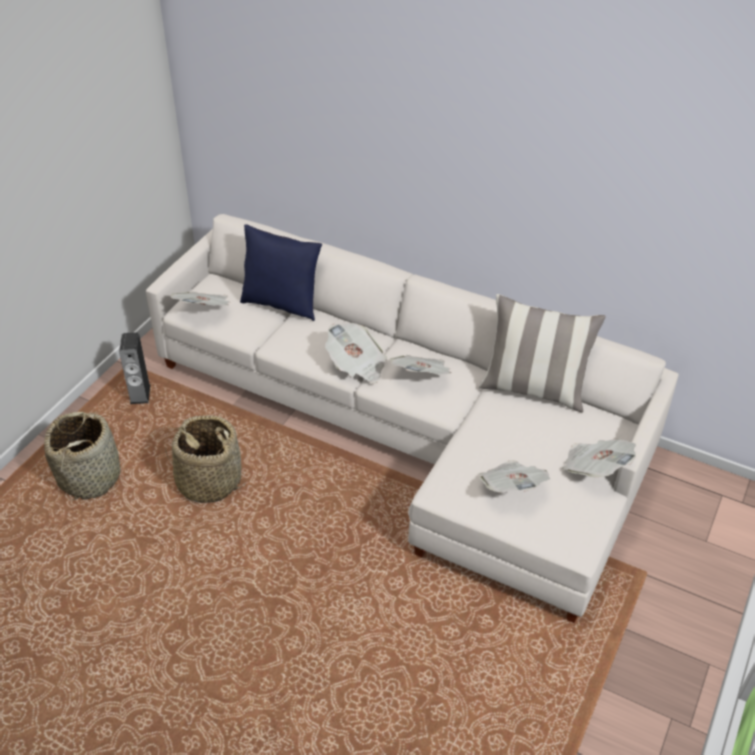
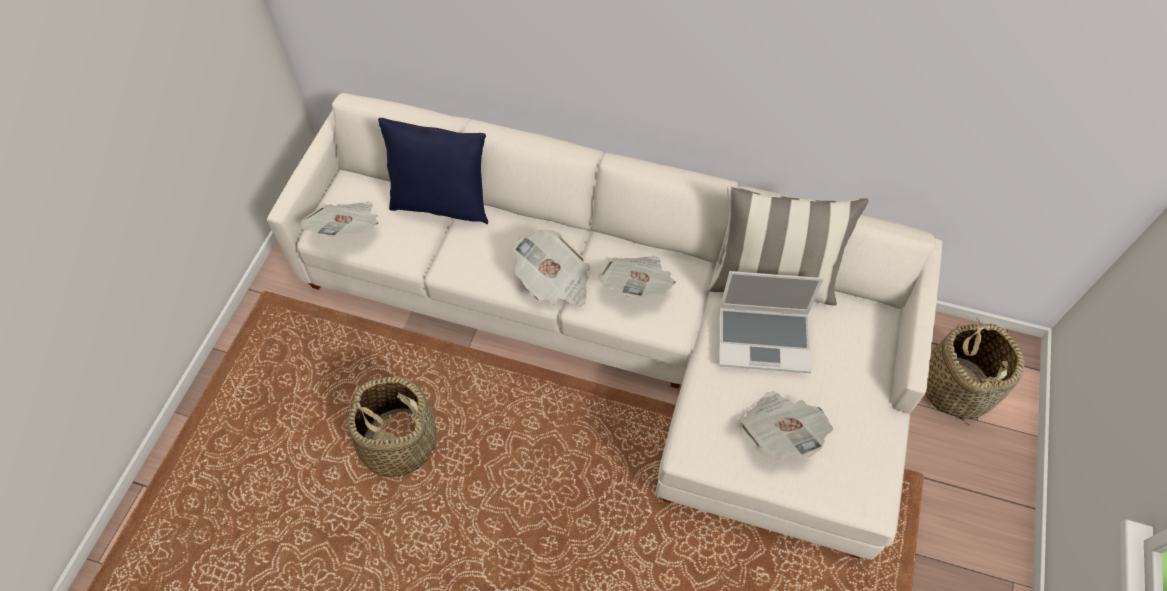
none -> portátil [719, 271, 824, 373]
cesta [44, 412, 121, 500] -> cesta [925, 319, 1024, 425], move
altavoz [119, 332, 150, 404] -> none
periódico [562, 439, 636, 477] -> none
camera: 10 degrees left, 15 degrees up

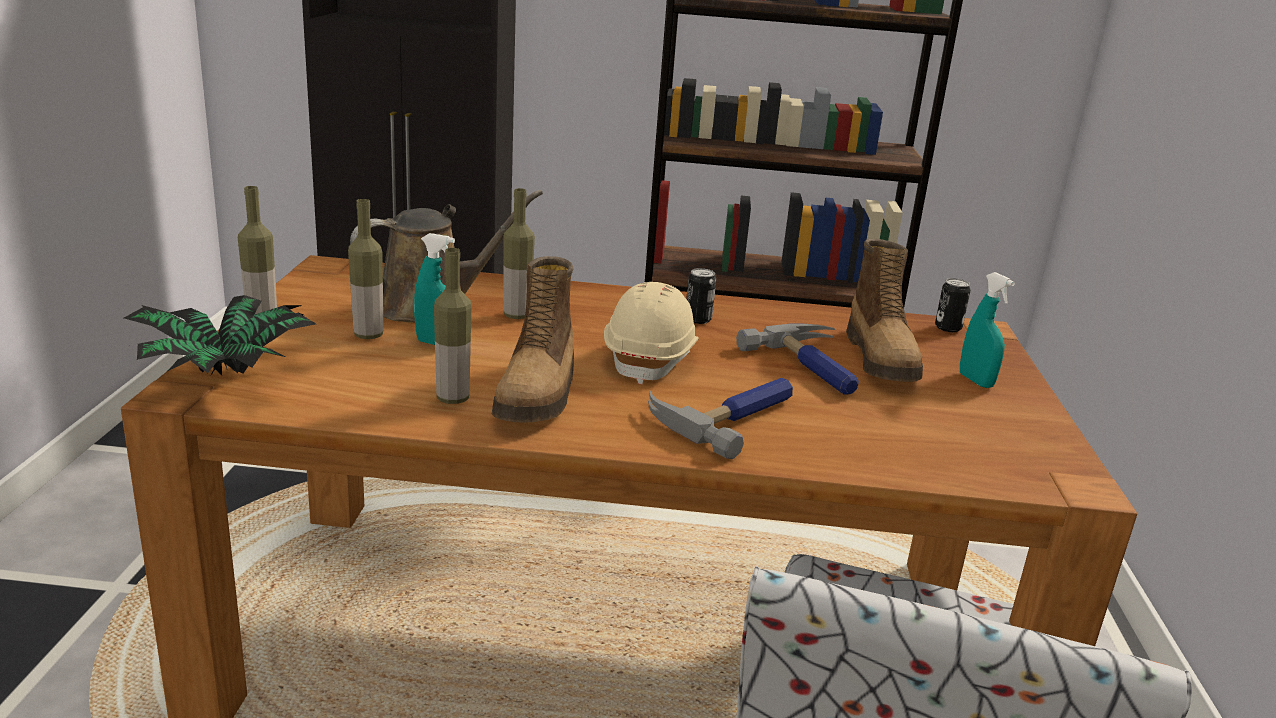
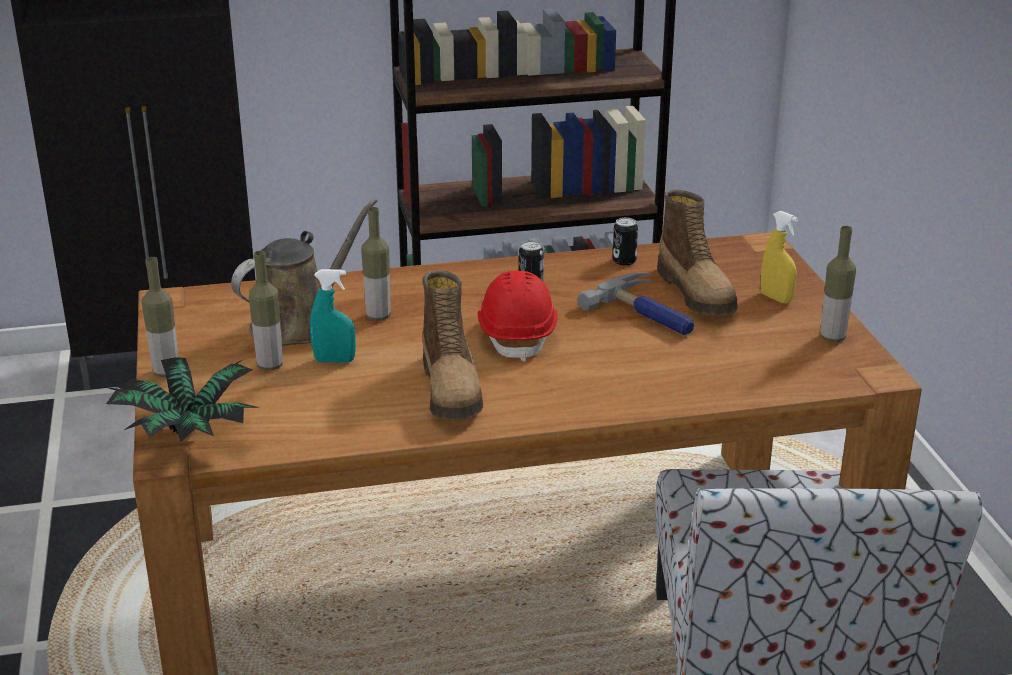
casco [beis] [604, 282, 699, 384] -> casco [rojo] [478, 271, 558, 362]
lata [935, 278, 971, 332] -> lata [613, 217, 638, 266], move
pulverizador [turquesa] [960, 272, 1015, 388] -> pulverizador [amarillo] [761, 210, 798, 304]
botella [434, 248, 471, 404] -> botella [820, 226, 856, 342], move
martillo [648, 378, 793, 459] -> none
camera: 15 degrees left, 5 degrees up

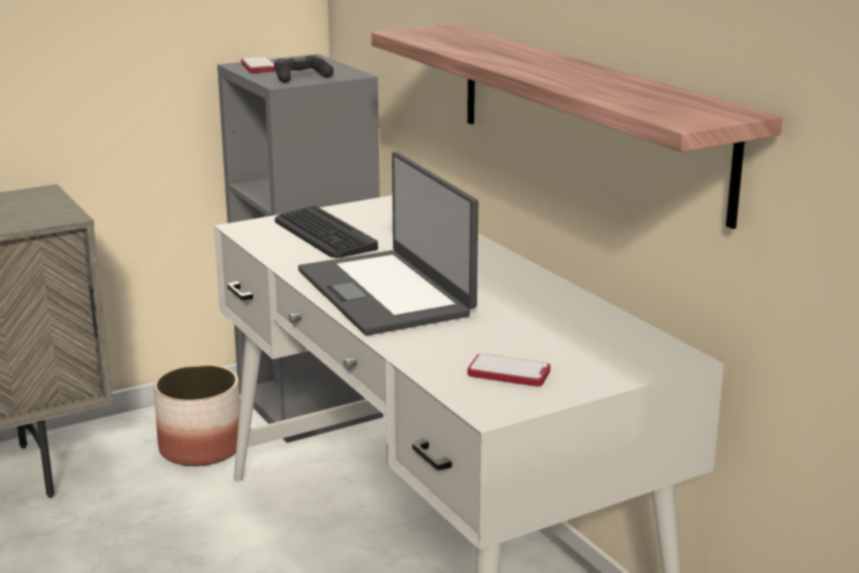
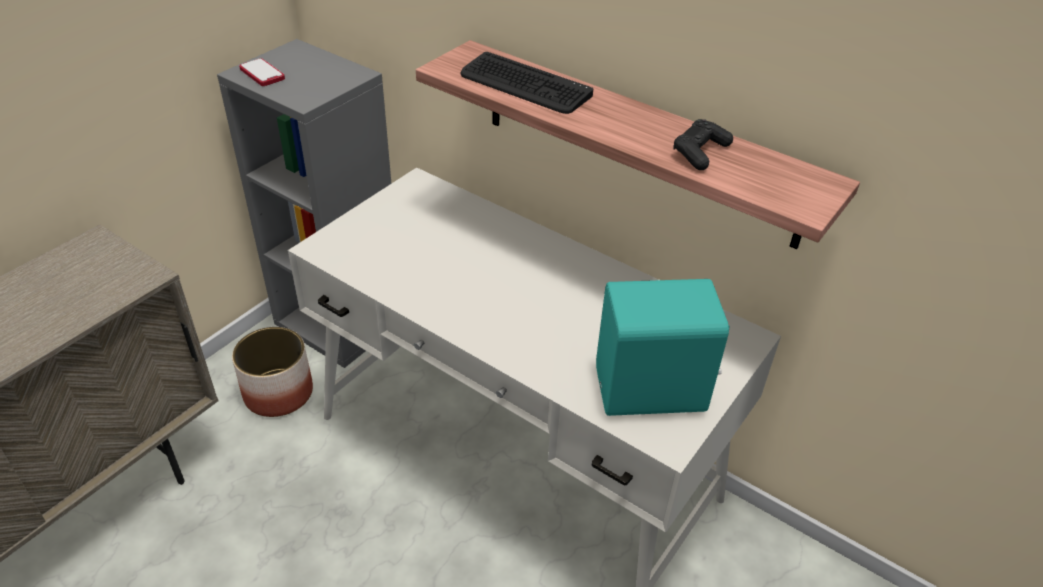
teclado [275, 206, 378, 258] -> teclado [460, 52, 593, 114], move
móvil [468, 354, 550, 387] -> altavoz [turquesa] [596, 279, 730, 416]
mando de consola [negro] [274, 55, 334, 83] -> mando de consola [negro] [674, 119, 733, 170], move
portátil [298, 152, 478, 335] -> none
camera: 25 degrees left, 20 degrees up

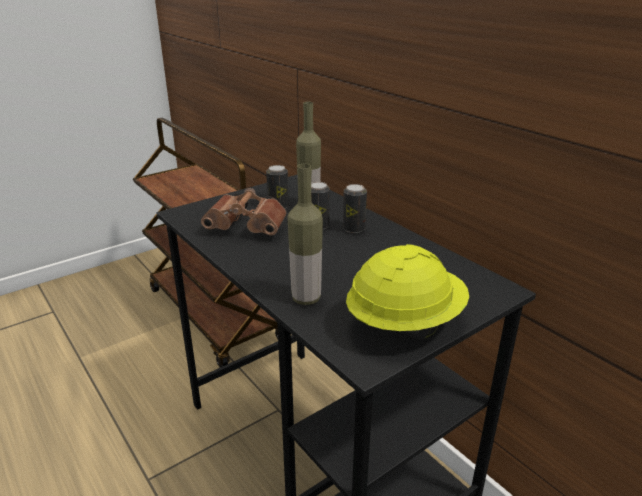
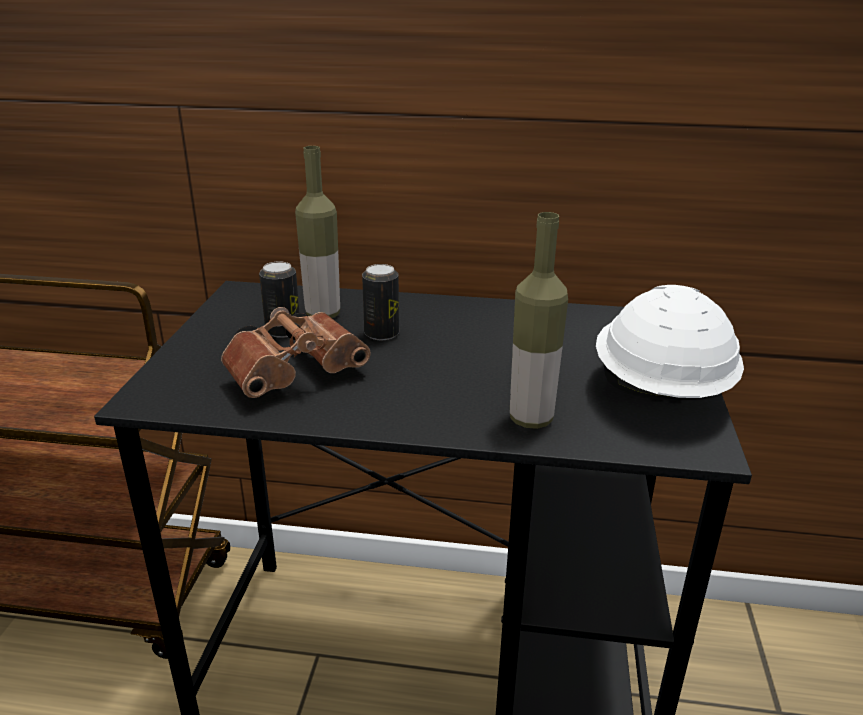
casco [amarillo] [346, 244, 469, 340] -> casco [blanco] [596, 285, 744, 401]
lata [343, 184, 367, 233] -> none
camera: 45 degrees left, 0 degrees up

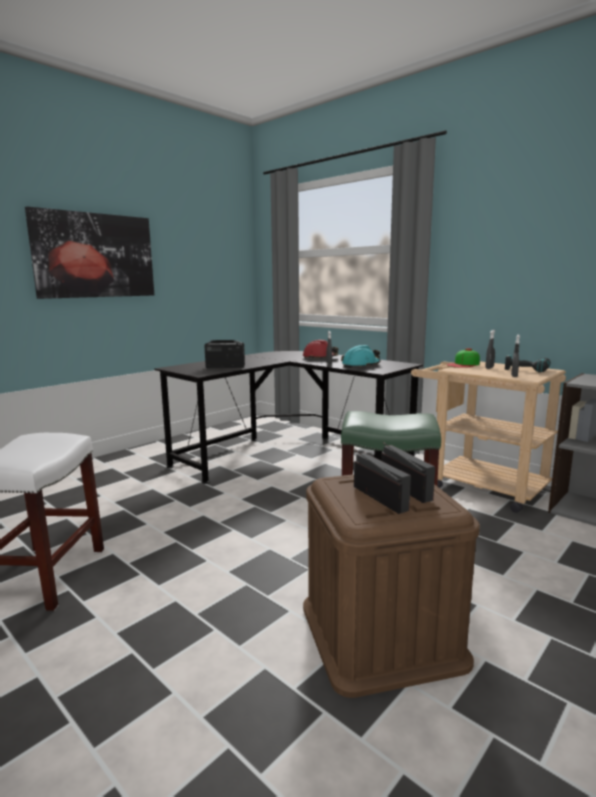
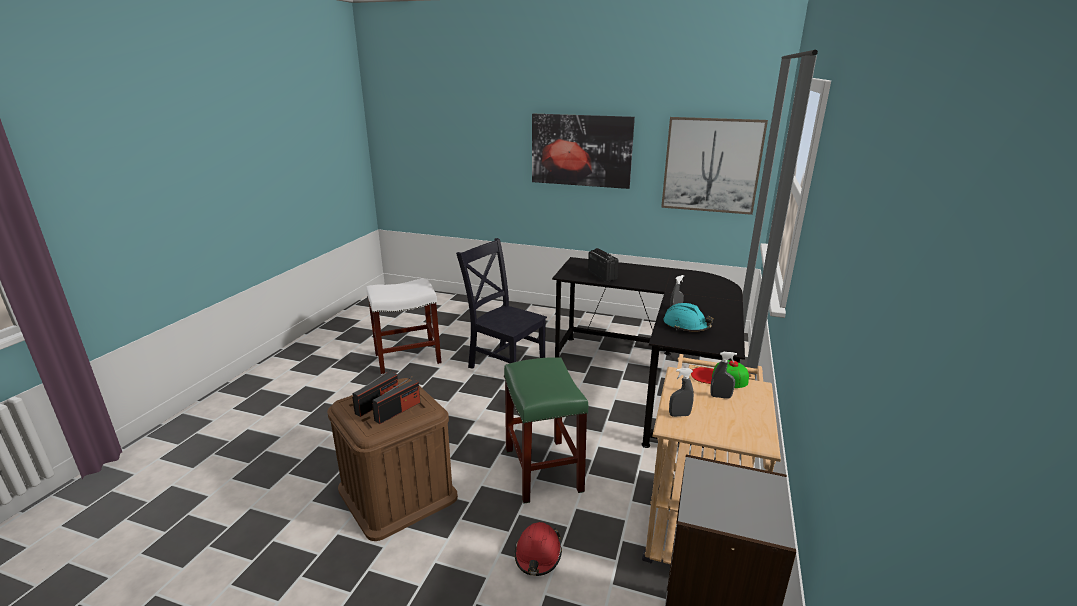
none -> silla [negro] [456, 238, 547, 369]
casco [rojo] [303, 340, 339, 359] -> casco [rojo] [515, 522, 562, 576], move
none -> cuadro [661, 117, 768, 215]
taladro [505, 355, 551, 373] -> none
camera: 65 degrees right, 10 degrees up

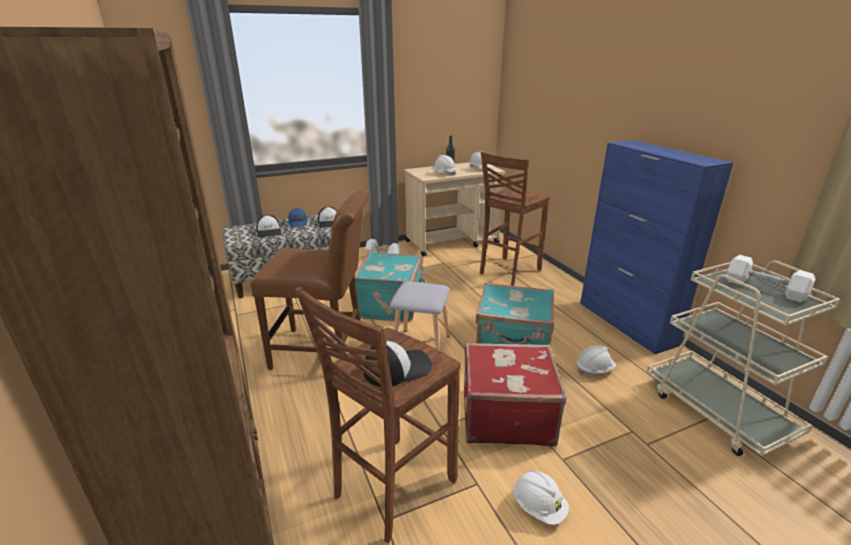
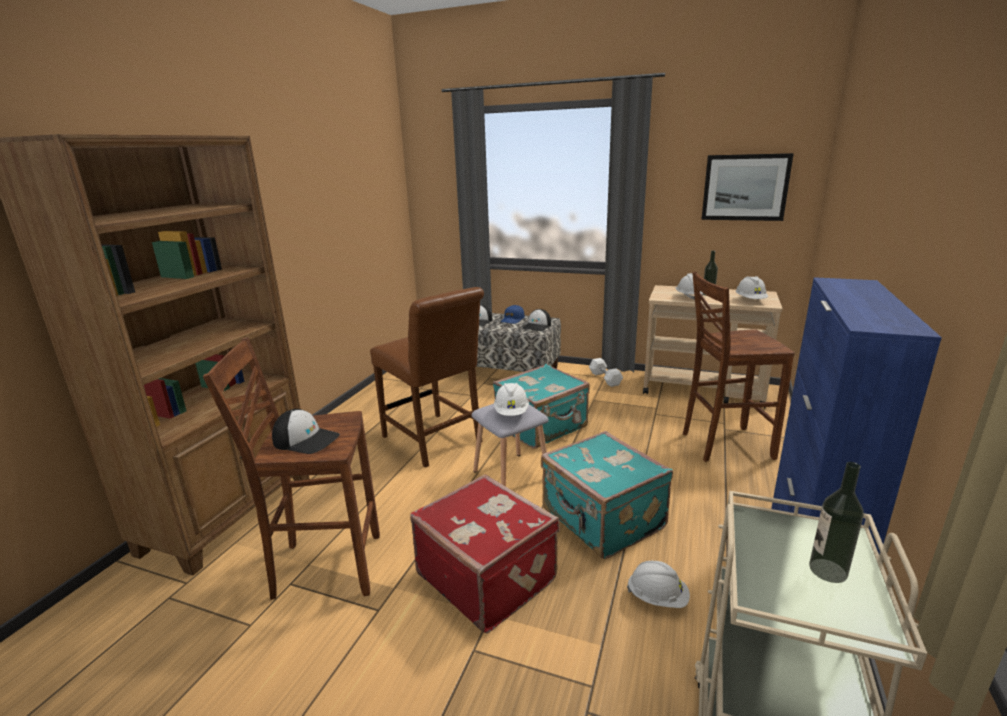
casco [blanco] [513, 470, 569, 525] -> casco [blanco] [494, 383, 529, 416], move
none -> cuadro [701, 153, 794, 221]
mancuerna [blanco] [727, 255, 815, 303] -> botella [809, 462, 864, 583]
camera: 45 degrees right, 5 degrees down

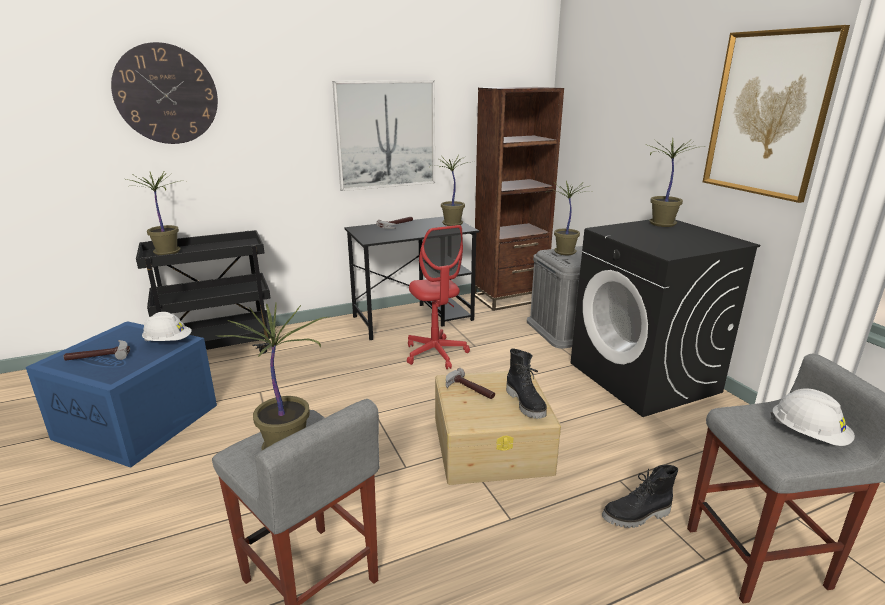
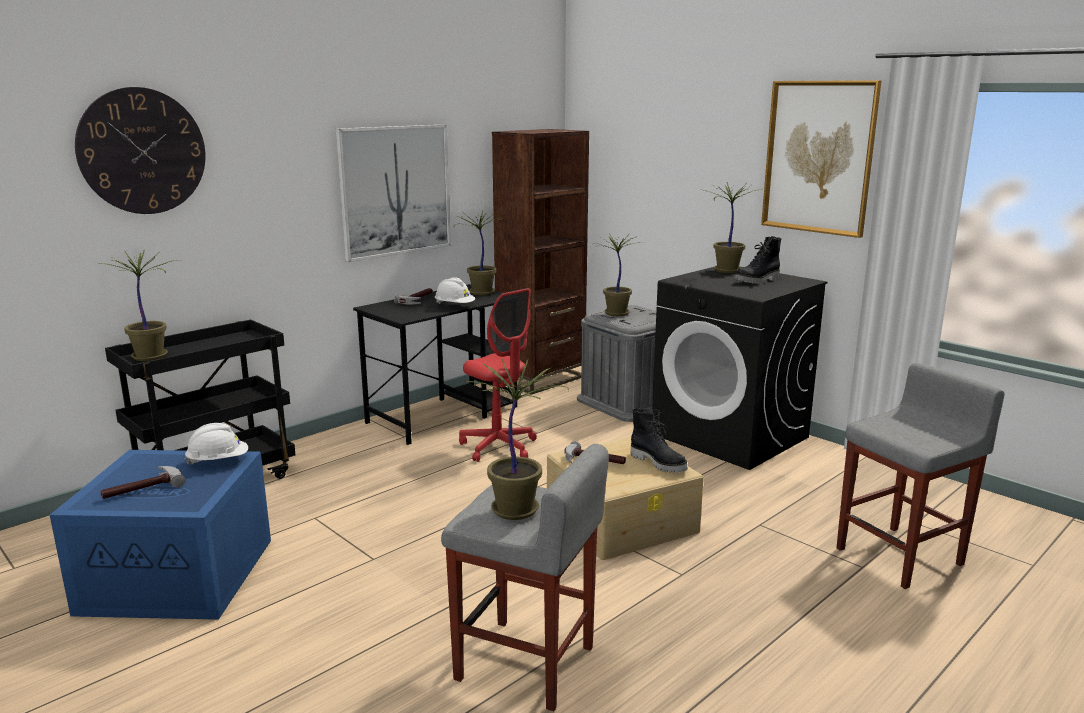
casco [blanco] [770, 388, 855, 446] -> casco [blanco] [435, 277, 475, 304], move
bota [negro] [602, 465, 678, 528] -> bota [negro] [734, 236, 781, 284], move
camera: 20 degrees left, 5 degrees down

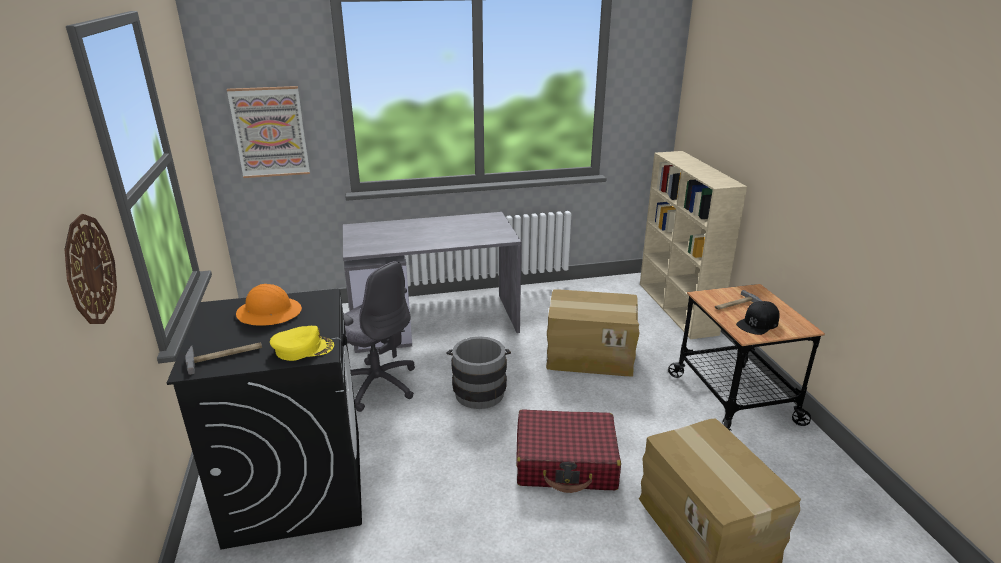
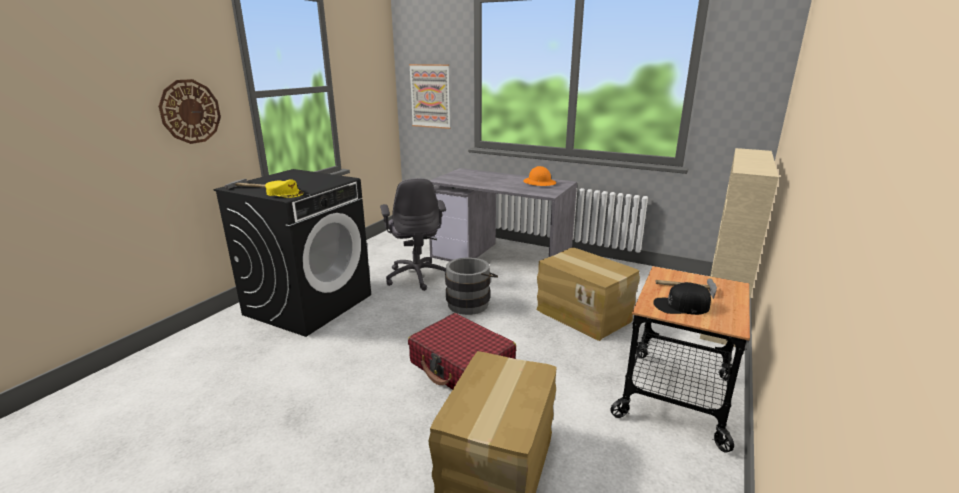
casco [naranja] [236, 284, 302, 326] -> casco [naranja] [523, 166, 556, 186], move
camera: 40 degrees right, 5 degrees down

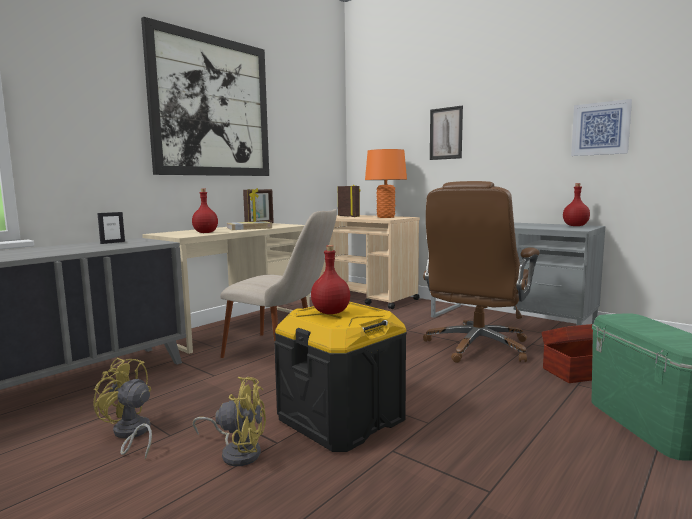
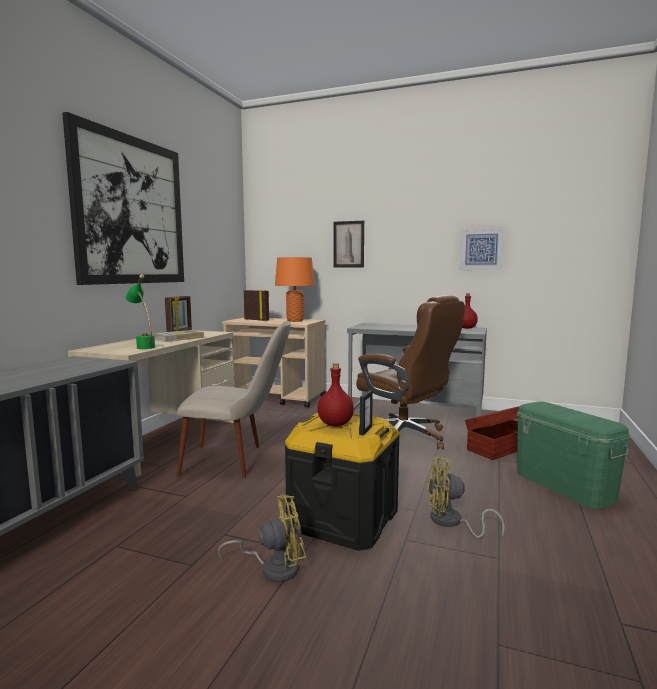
botella [rojo] [192, 189, 218, 233] -> lámpara de mesa [verde] [125, 274, 155, 349]
silla de oficina [marrón] [423, 181, 540, 363] -> silla de oficina [marrón] [356, 295, 465, 449], 60 degrees counterclockwise
portarretratos [97, 212, 125, 244] -> portarretratos [359, 390, 373, 435], move
ventilador [amarillo] [93, 358, 152, 460] -> ventilador [amarillo] [427, 457, 505, 538], move
camera: 20 degrees left, 0 degrees up

